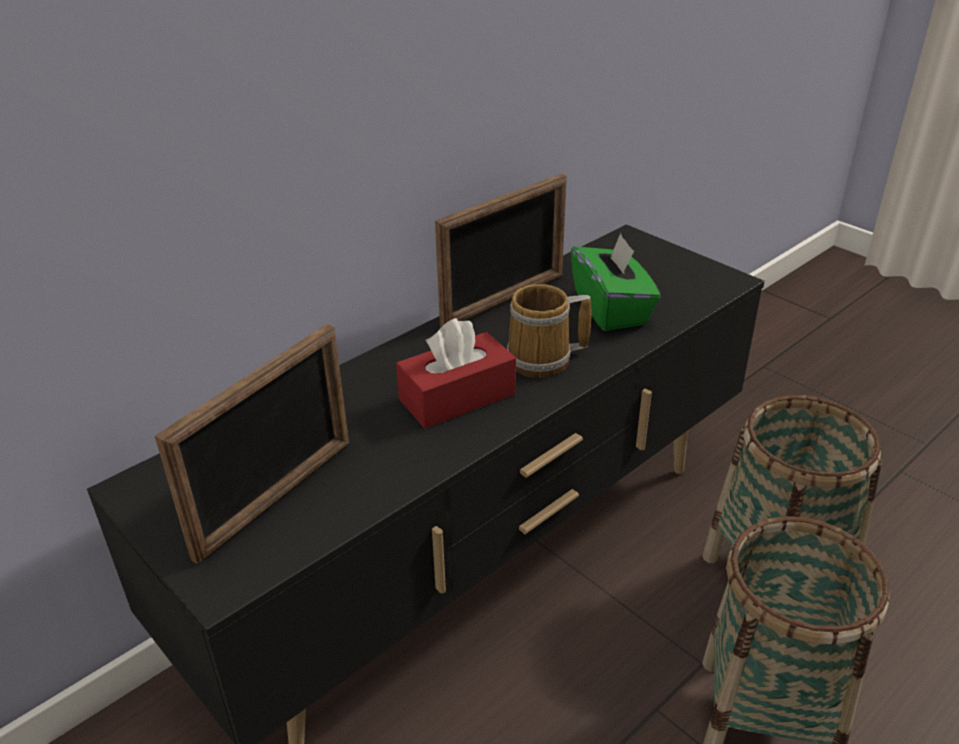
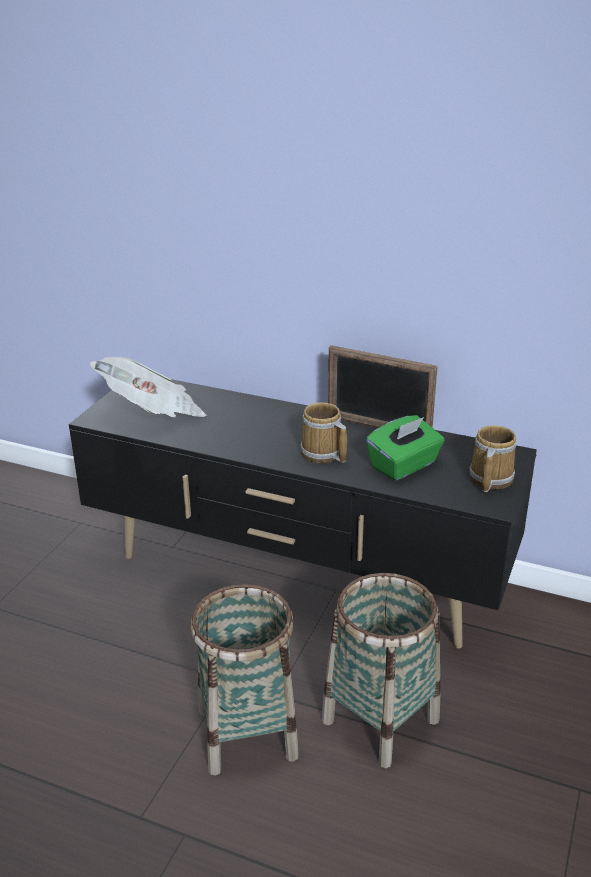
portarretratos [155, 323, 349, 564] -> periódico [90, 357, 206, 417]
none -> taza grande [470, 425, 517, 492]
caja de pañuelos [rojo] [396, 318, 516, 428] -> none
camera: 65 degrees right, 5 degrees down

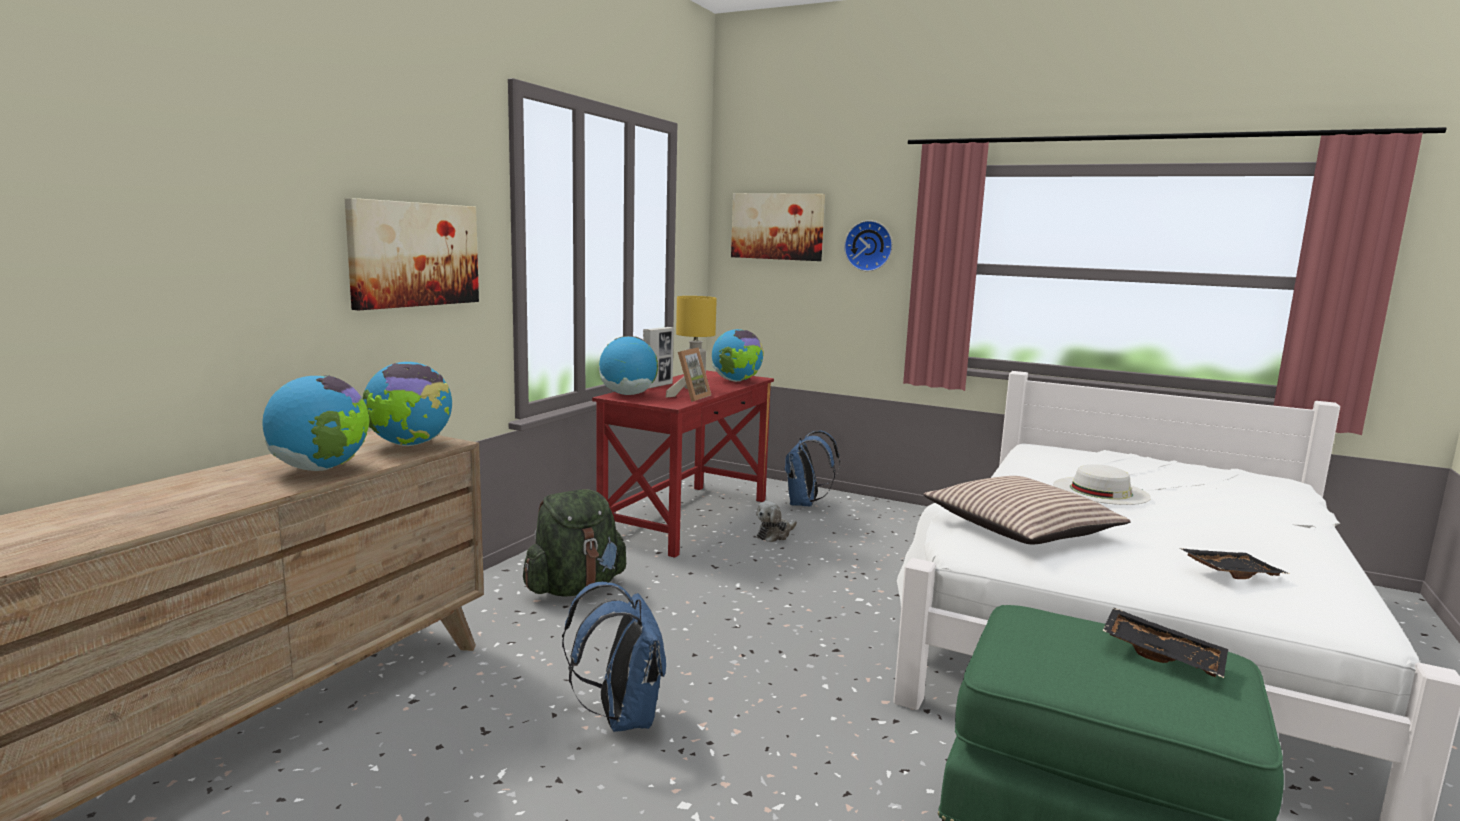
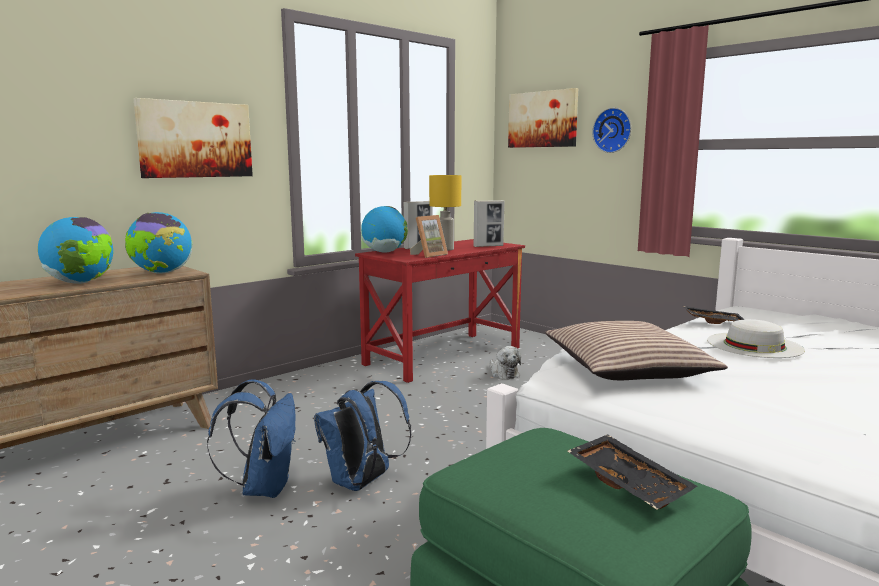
mochila [azul] [784, 431, 840, 507] -> mochila [azul] [314, 381, 412, 491], move
globo terráqueo [712, 329, 764, 382] -> portarretratos [473, 200, 505, 247]
peluche [756, 501, 797, 542] -> peluche [489, 346, 521, 380], 90 degrees counterclockwise
bandeja [negro] [1179, 548, 1289, 579] -> bandeja [negro] [683, 306, 745, 324], move
mochila [verde] [523, 489, 626, 597] -> none
camera: 20 degrees right, 0 degrees up

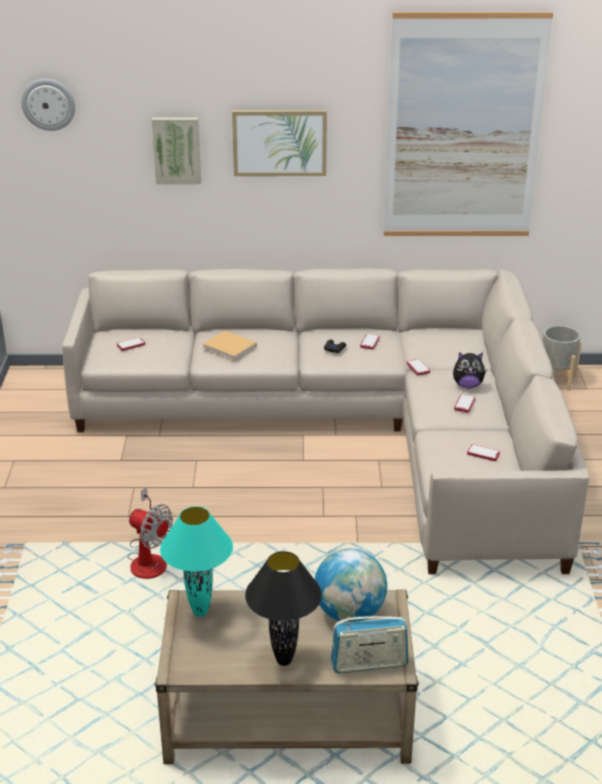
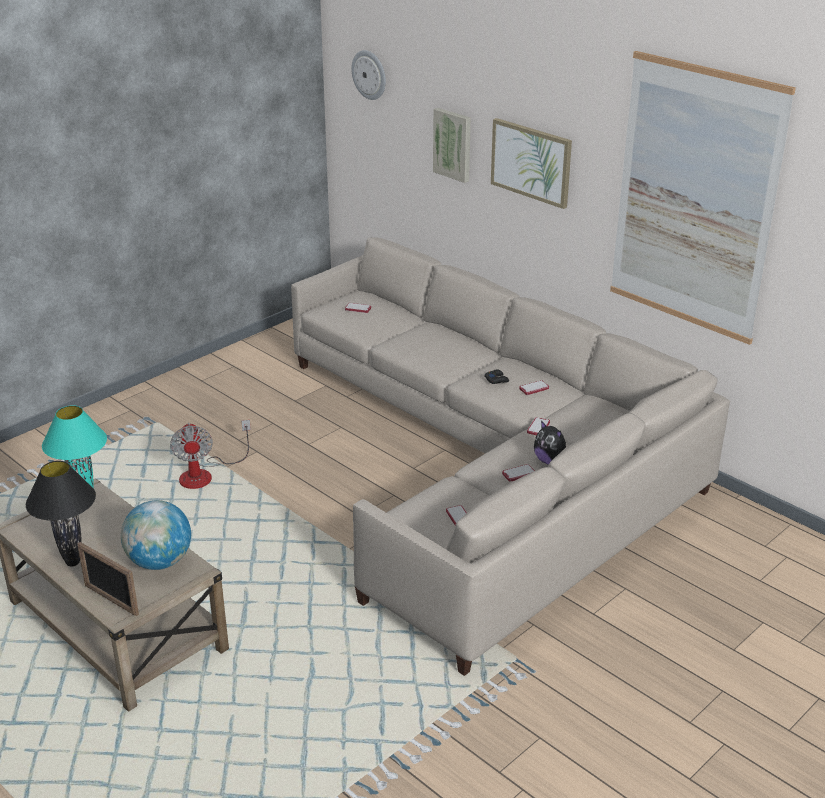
radio [331, 616, 409, 673] -> portarretratos [77, 542, 139, 616]
libro [beis] [202, 330, 257, 361] -> none
maceta [gris] [543, 325, 582, 391] -> none
camera: 45 degrees right, 0 degrees up

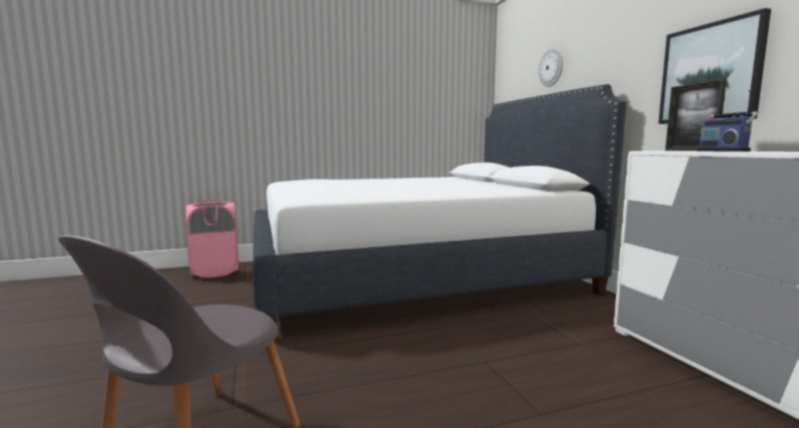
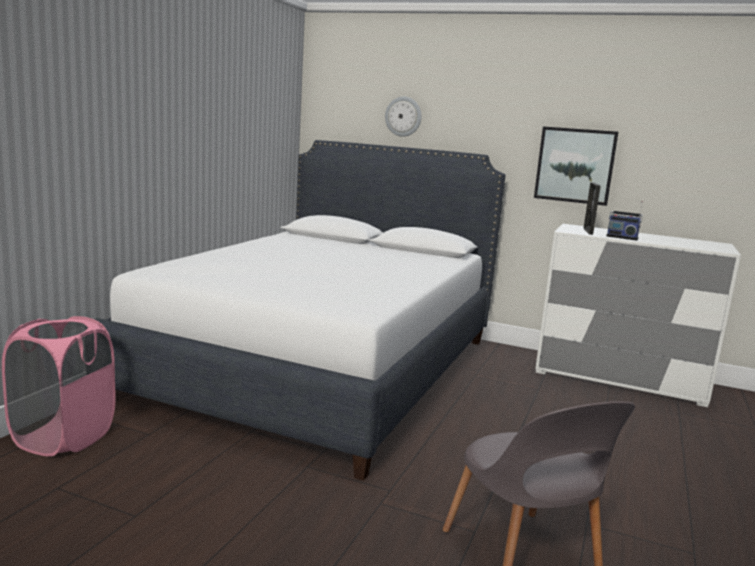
portarretratos [665, 79, 727, 151] -> portarretratos [583, 182, 600, 235], 75 degrees clockwise
camera: 50 degrees left, 5 degrees up

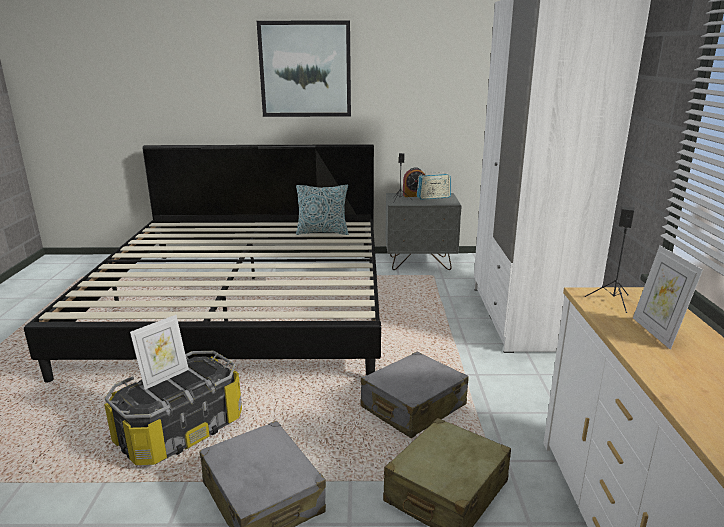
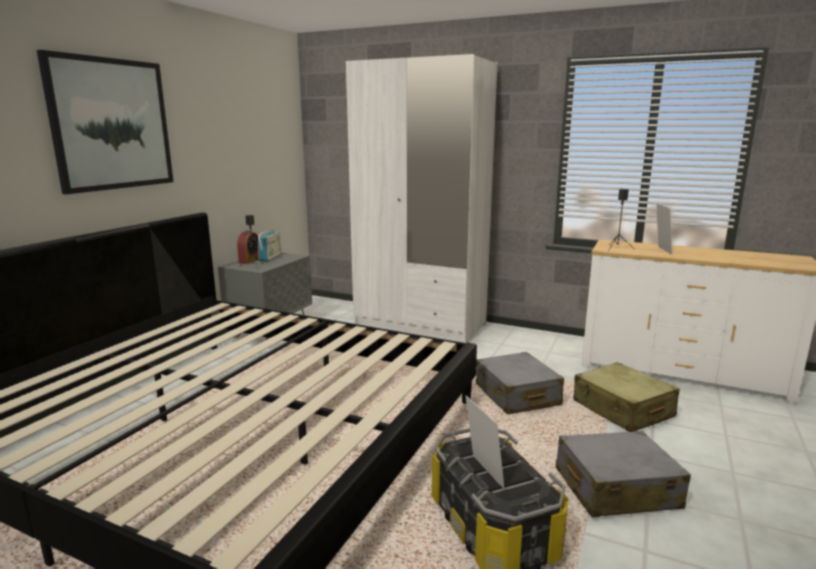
portarretratos [633, 246, 703, 350] -> portarretratos [657, 203, 672, 255], 105 degrees counterclockwise
cojín [296, 185, 349, 235] -> none
camera: 65 degrees left, 5 degrees down

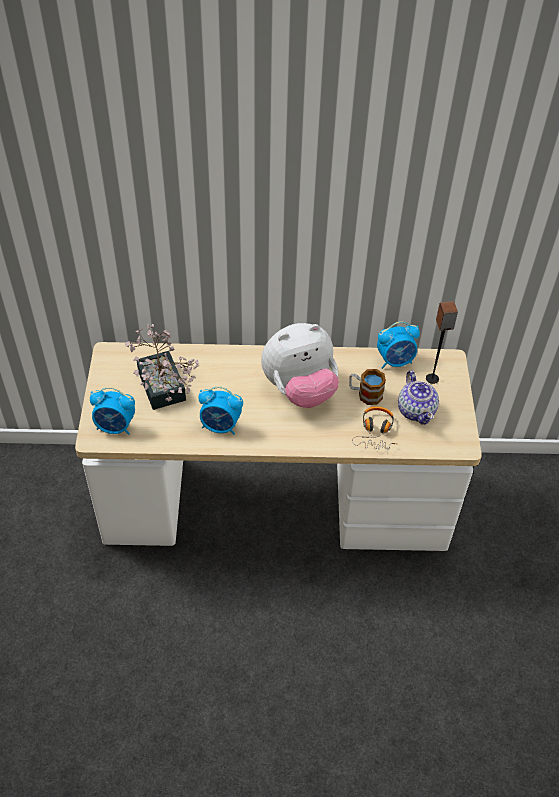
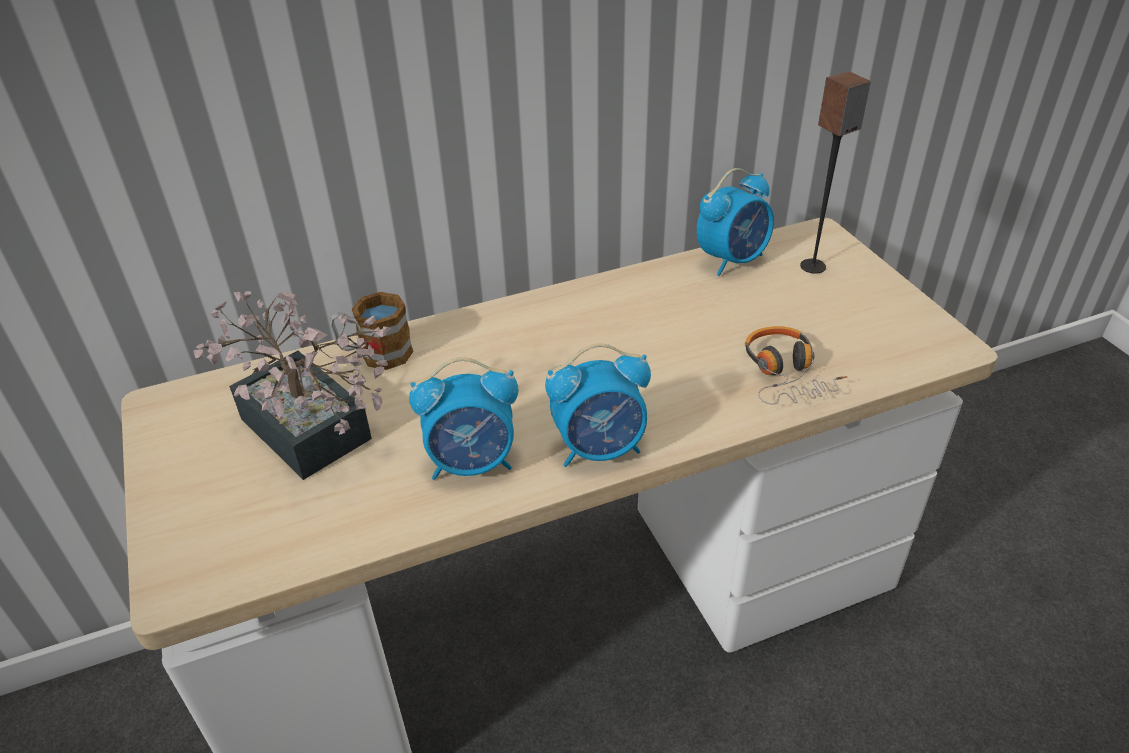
taza grande [349, 369, 386, 405] -> taza grande [330, 292, 414, 370], move
despertador [90, 387, 135, 435] -> despertador [545, 343, 651, 467], move
peluche [261, 323, 339, 408] -> none
tetera [398, 371, 439, 425] -> none
camera: 20 degrees left, 10 degrees down

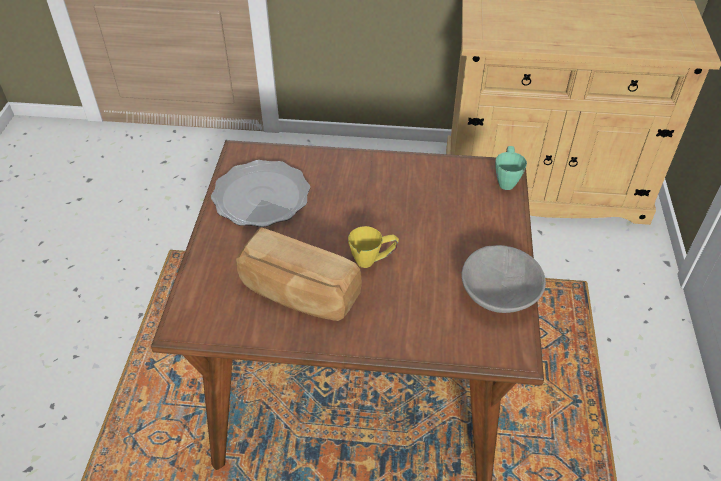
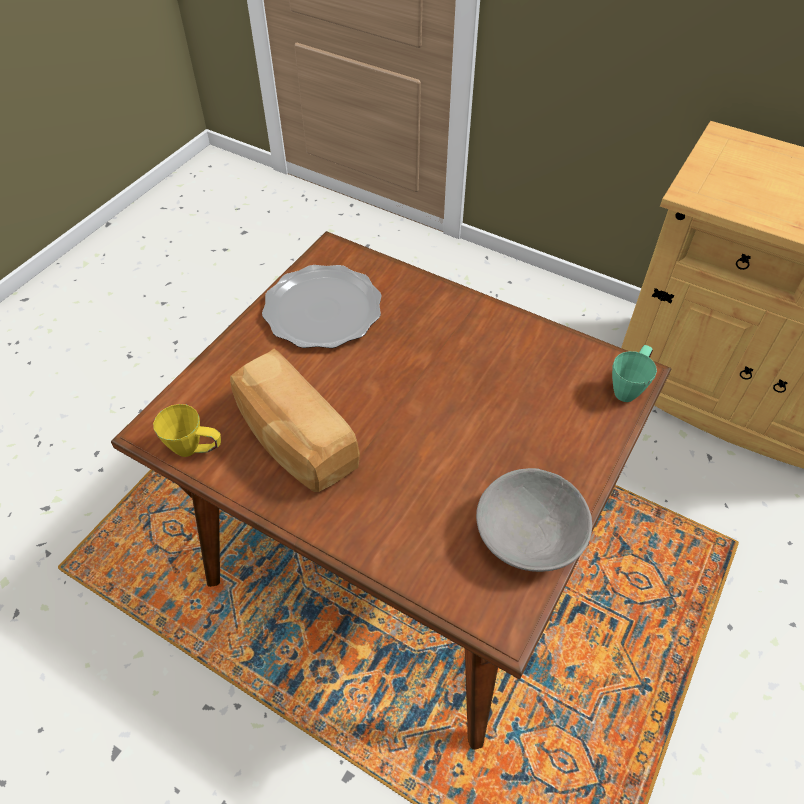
taza grande [amarillo] [348, 226, 399, 268] -> taza grande [amarillo] [153, 404, 221, 457], move
camera: 25 degrees right, 5 degrees up

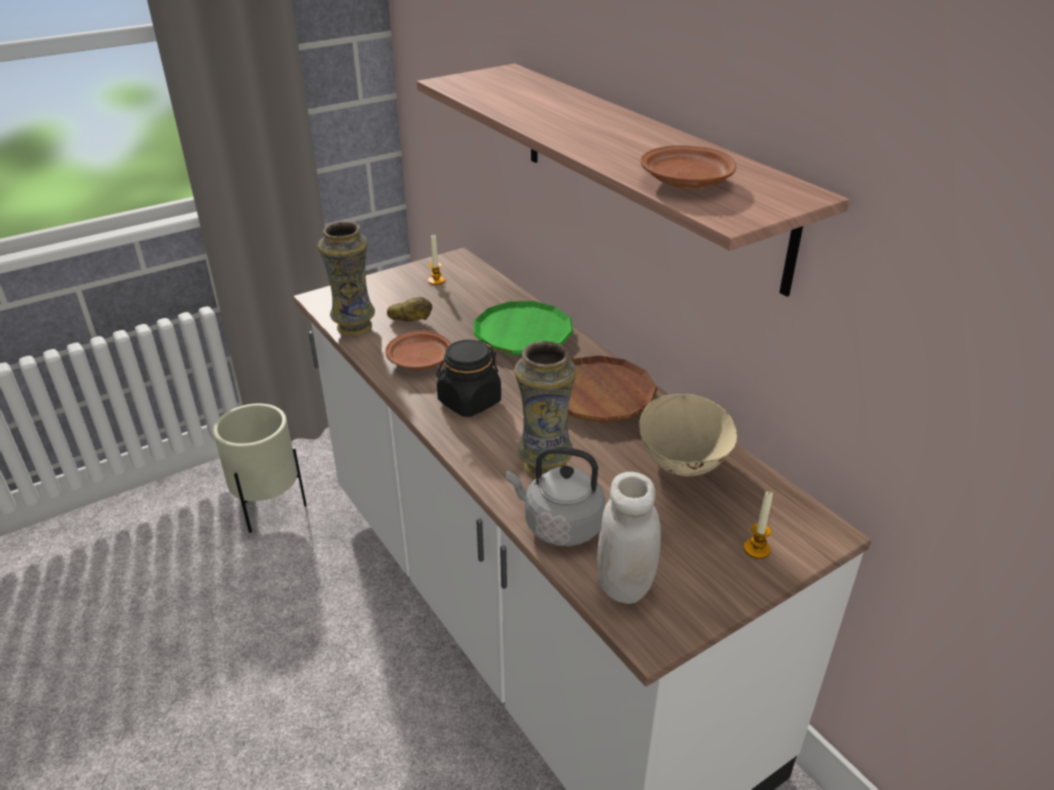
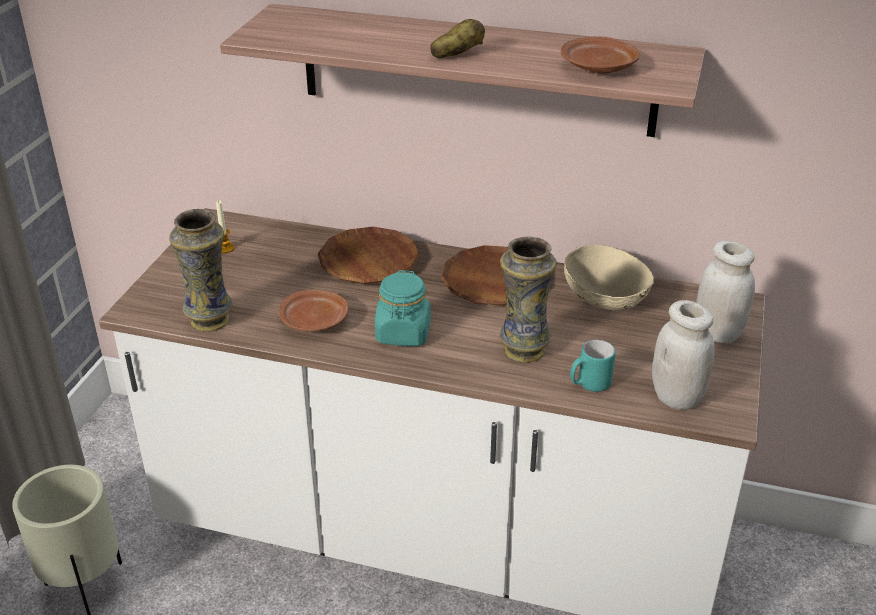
plato [verde] [474, 301, 573, 355] -> plato [marrón] [318, 227, 420, 284]
tarro [negro] [437, 340, 501, 417] -> tarro [turquesa] [375, 270, 431, 346]
patata [387, 297, 432, 322] -> patata [430, 19, 485, 58], move
hervidor [gris] [506, 446, 605, 546] -> taza grande [turquesa] [570, 340, 616, 392]
vela [744, 491, 773, 559] -> tarro [blanco] [696, 240, 755, 343]
camera: 40 degrees left, 0 degrees up

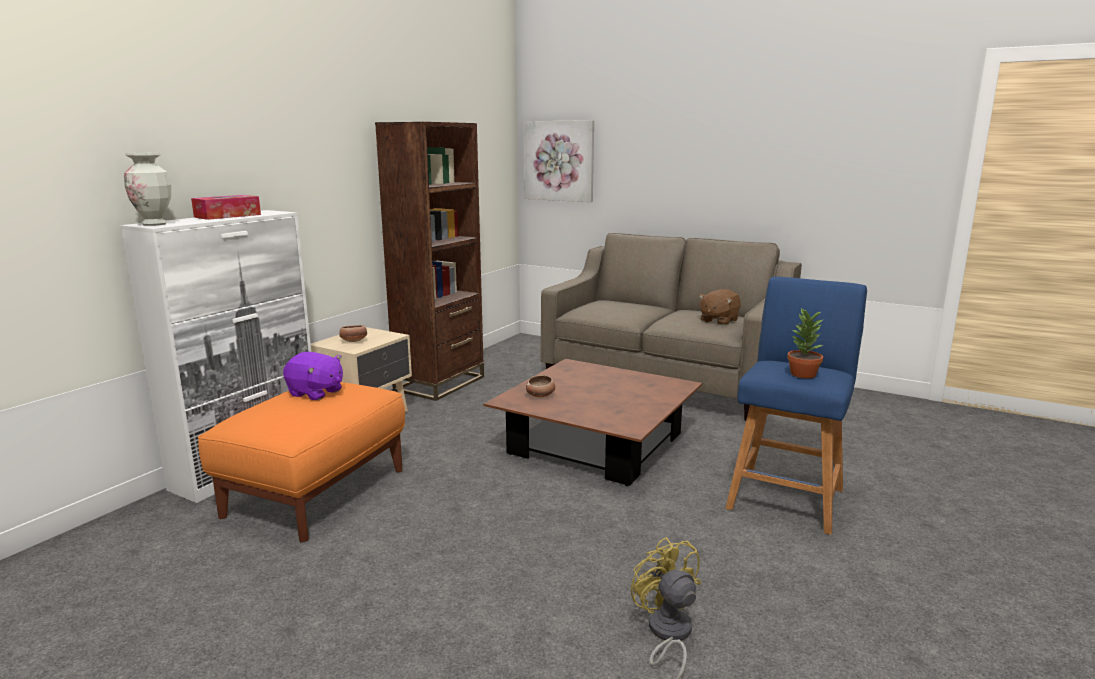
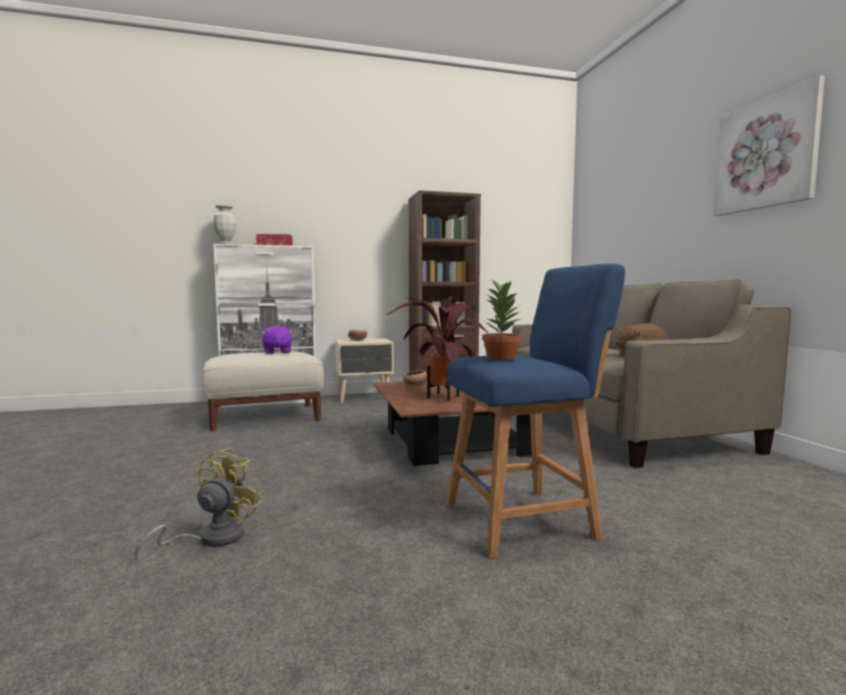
puf [naranja] [198, 382, 405, 542] -> puf [beis] [202, 352, 324, 431]
none -> planta en maceta [386, 295, 489, 401]
cuadro [524, 120, 594, 202] -> cuadro [713, 75, 825, 216], move
camera: 45 degrees right, 10 degrees down

